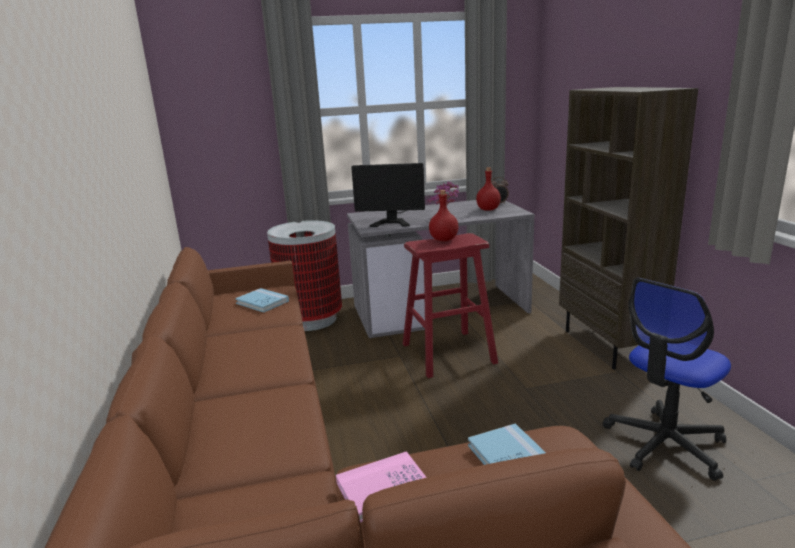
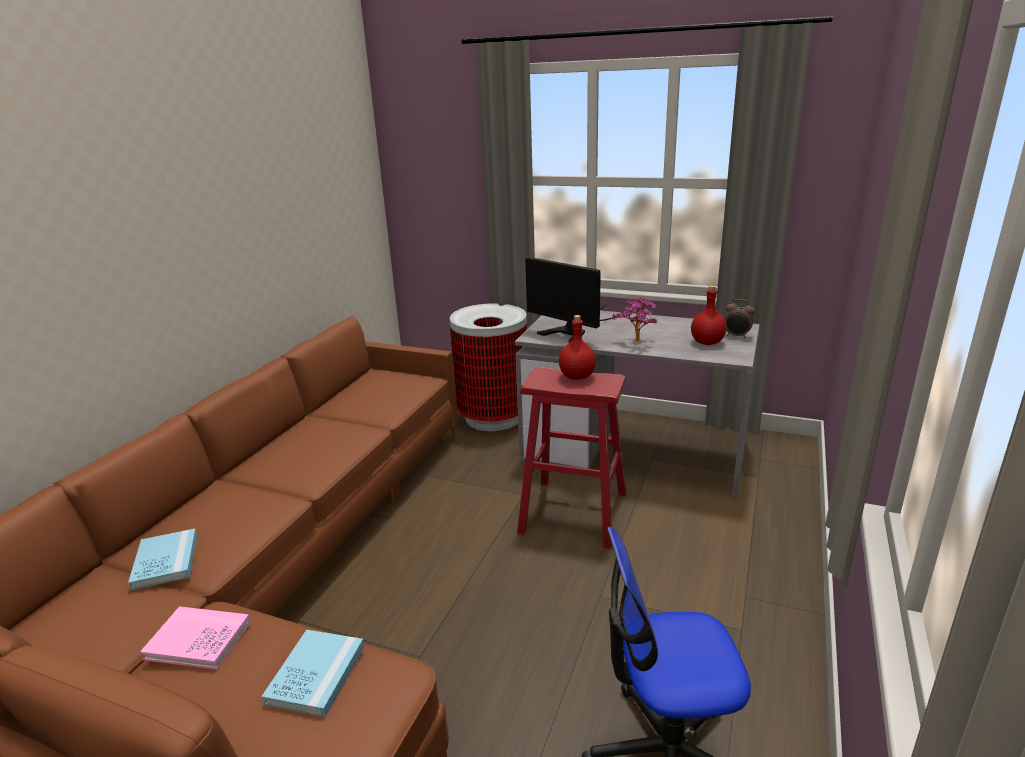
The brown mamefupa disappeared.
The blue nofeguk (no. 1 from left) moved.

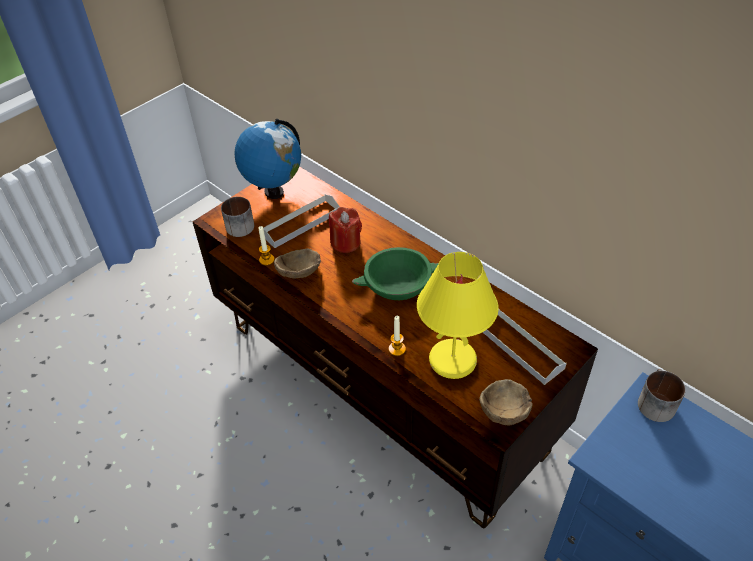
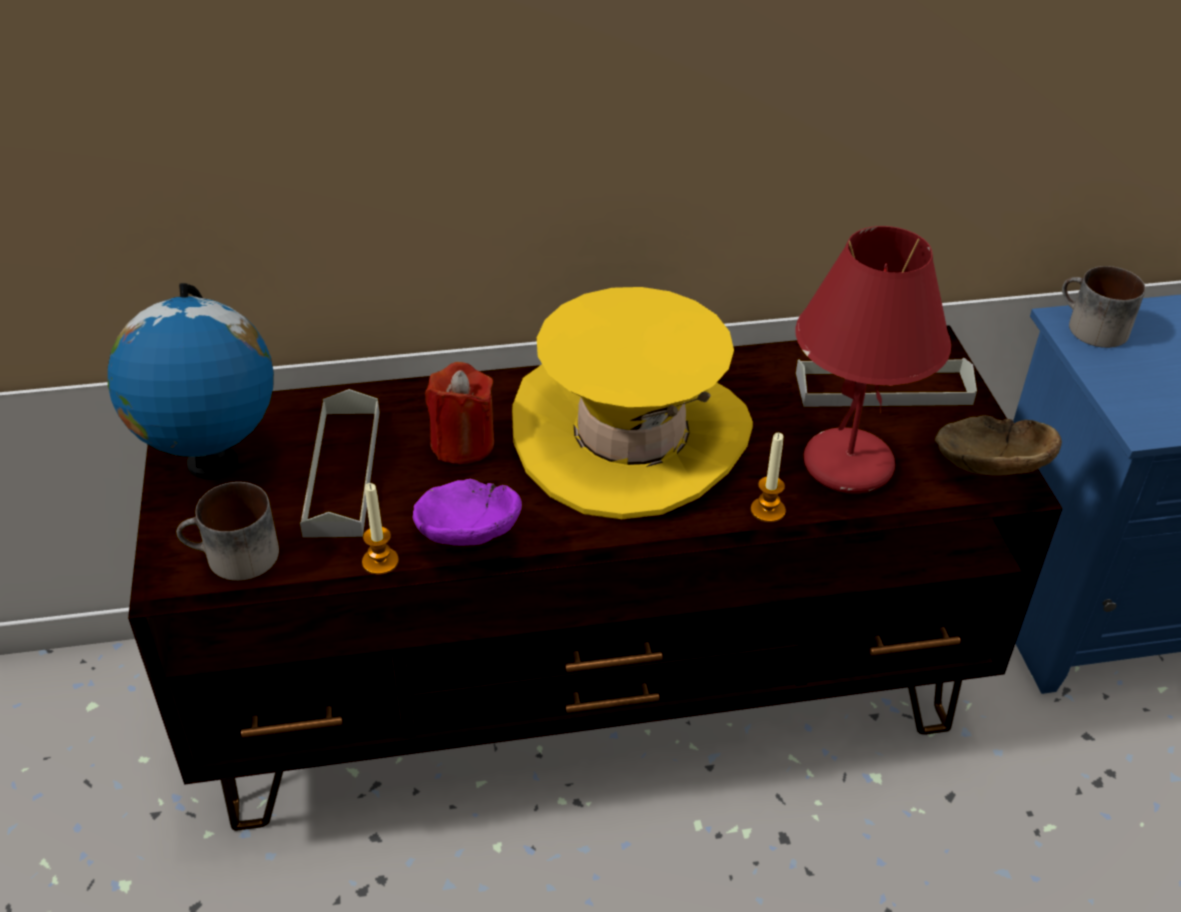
The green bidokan was replaced by the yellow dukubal.
The brown bidokan (no. 1 from left) became the purple bidokan.
The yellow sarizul became the red sarizul.

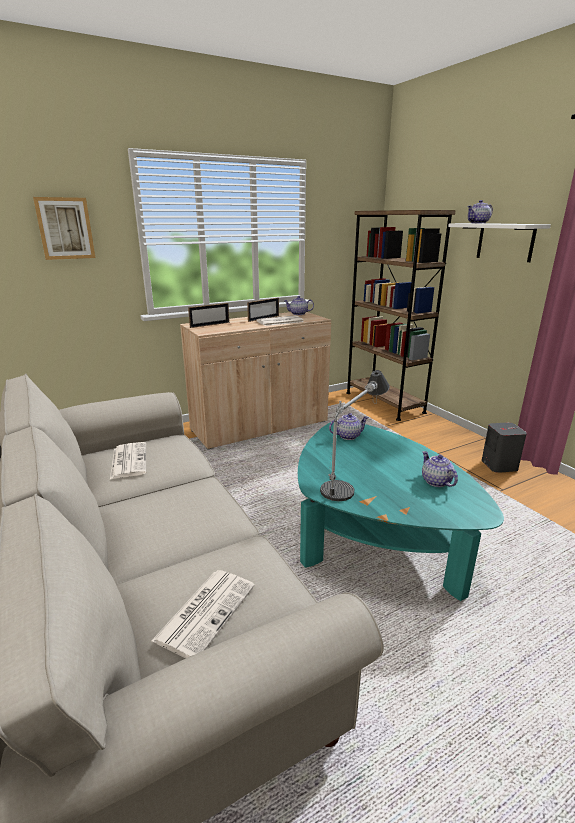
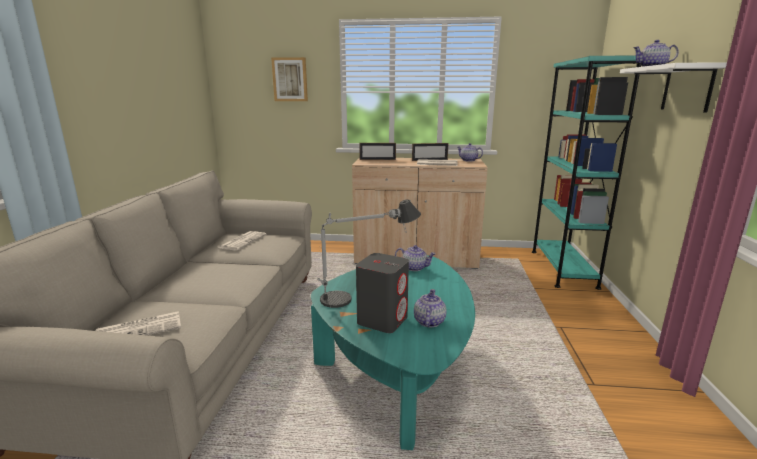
The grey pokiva moved.
The brown mamefupa became the turquoise mamefupa.

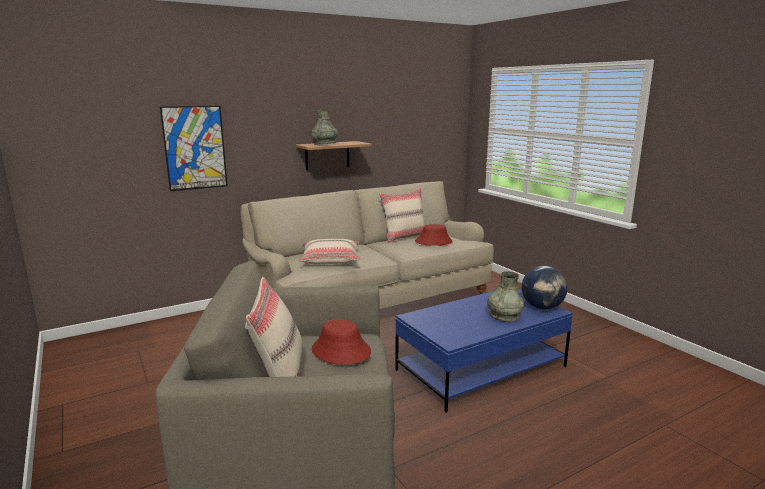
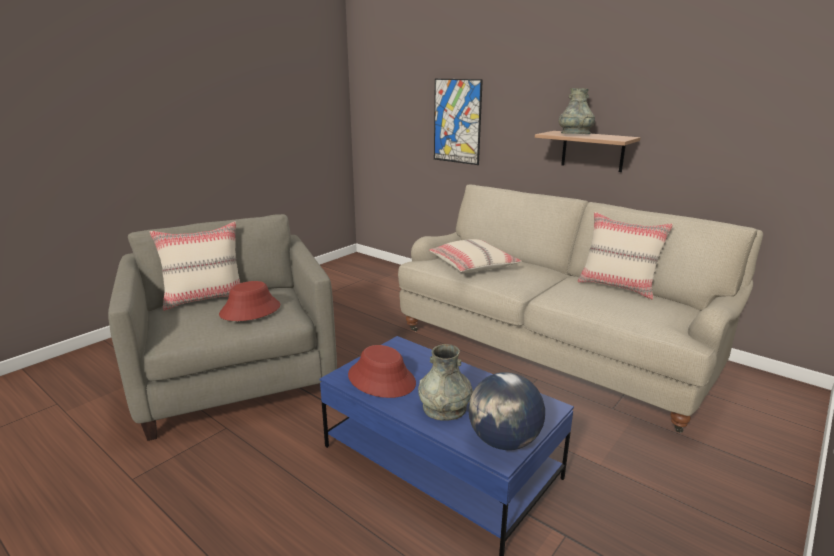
The red dukubal (no. 2 from left) moved.

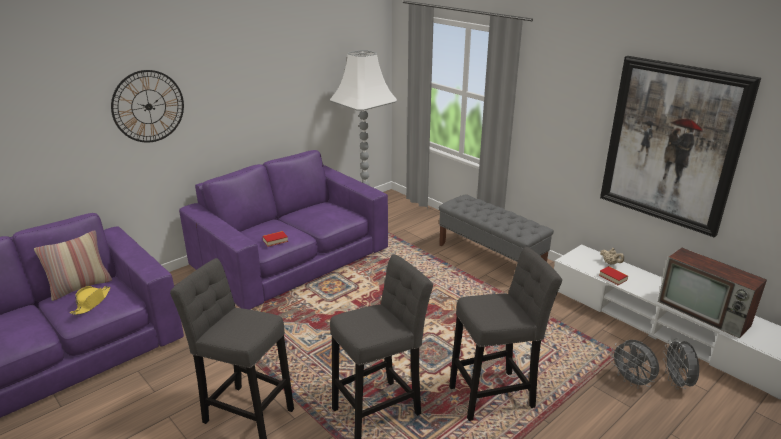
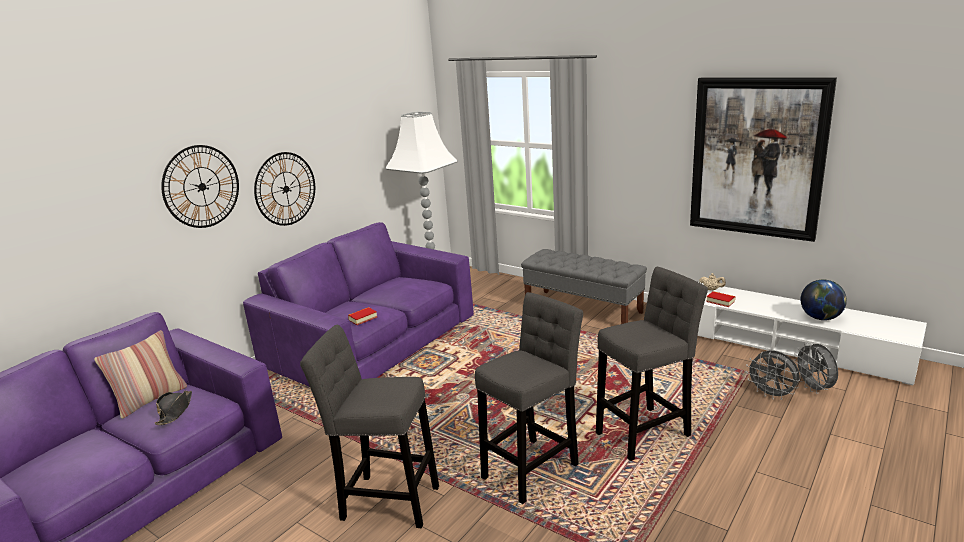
The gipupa (no. 2 from left) appeared.
The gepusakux was replaced by the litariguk.
The yellow dukubal became the black dukubal.

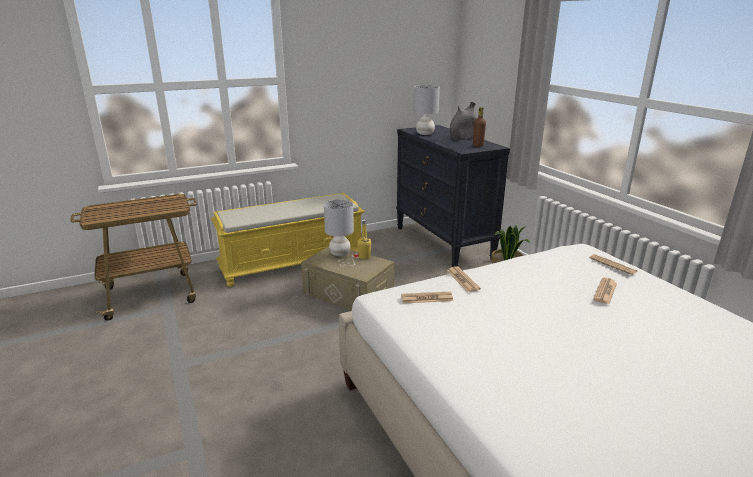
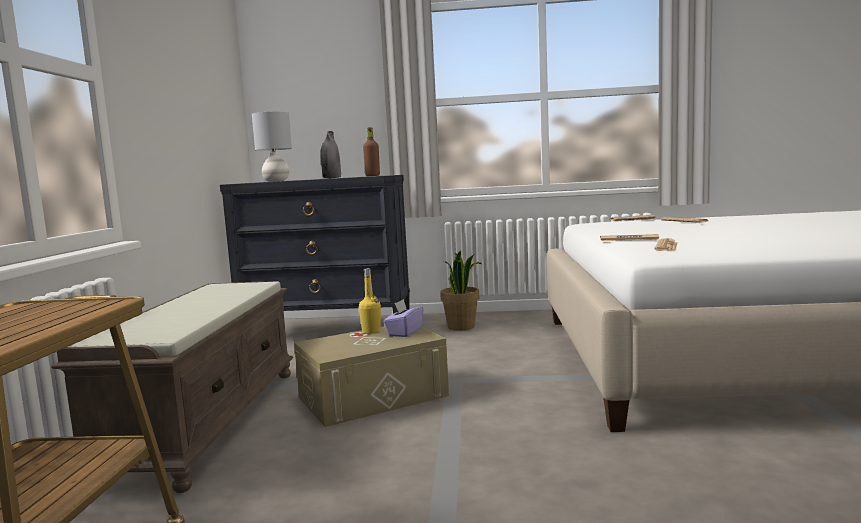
The grey sarizul (no. 1 from left) disappeared.
The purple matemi appeared.
The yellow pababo became the brown pababo.

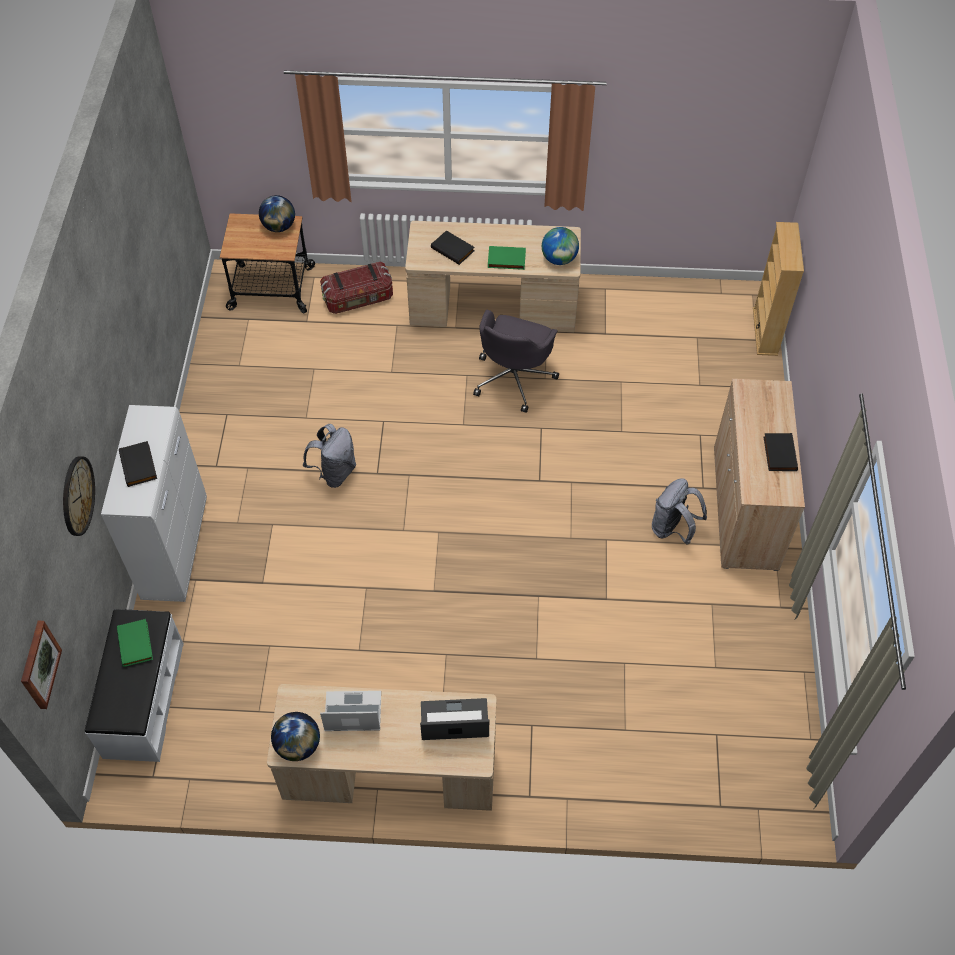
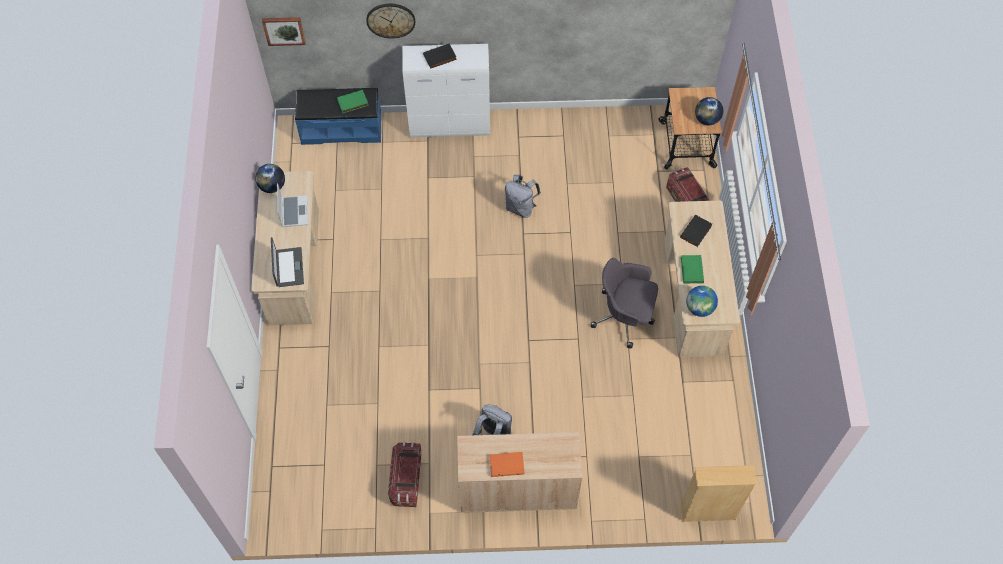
The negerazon (no. 1 from left) appeared.
The white pababo became the blue pababo.
The black nofeguk (no. 3 from left) became the orange nofeguk.

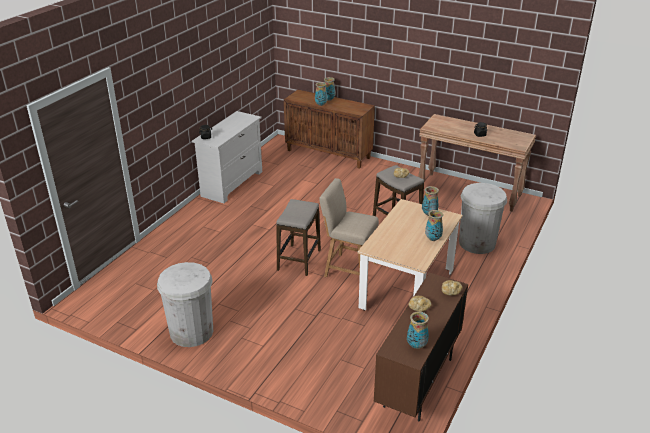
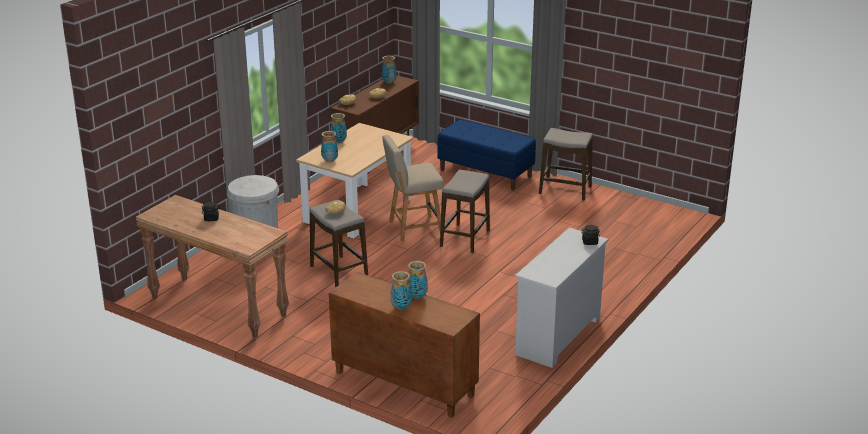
The blue pababo appeared.
The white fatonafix (no. 1 from left) was replaced by the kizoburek (no. 3 from left).
The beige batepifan turned 135 degrees clockwise.

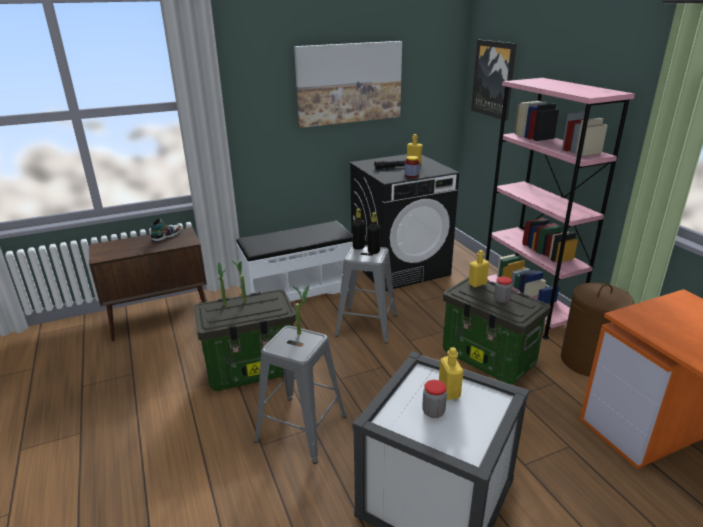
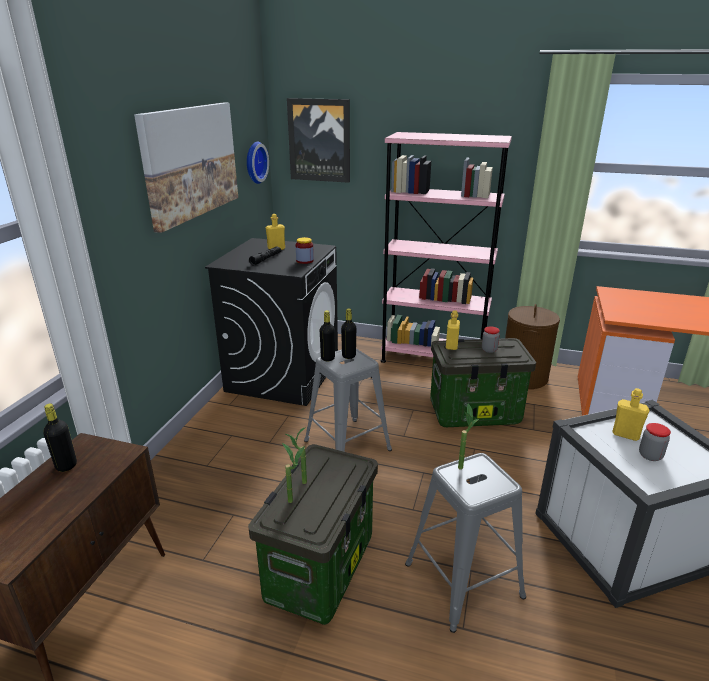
The white pababo disappeared.
The gipupa appeared.
The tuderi was replaced by the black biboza (no. 1 from left).

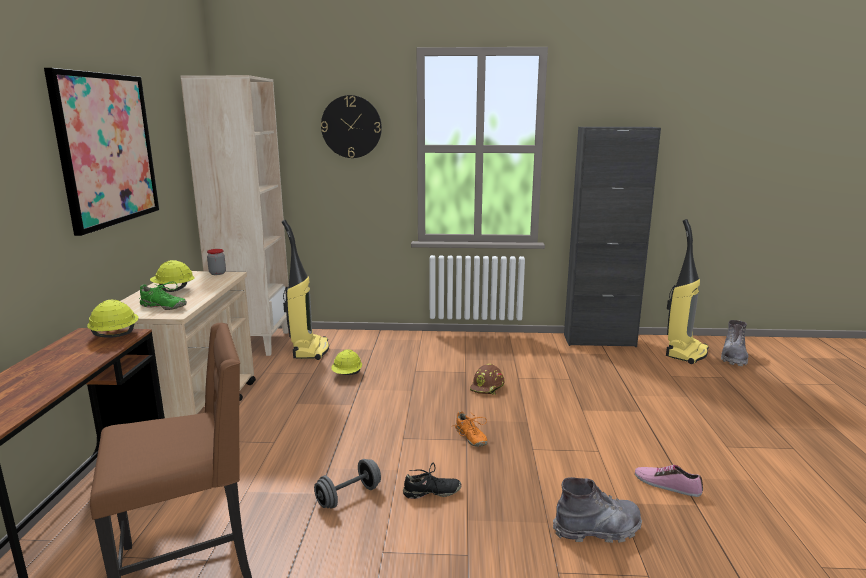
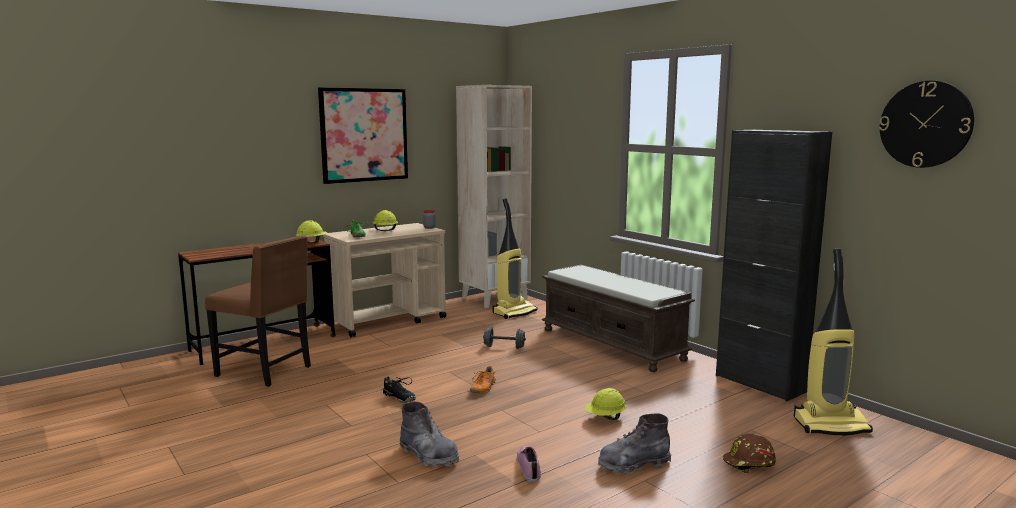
The brown pababo appeared.
The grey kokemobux moved.
The gipupa moved.
The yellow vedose (no. 3 from left) moved.
The brown vedose moved.
The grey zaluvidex (no. 2 from left) moved.

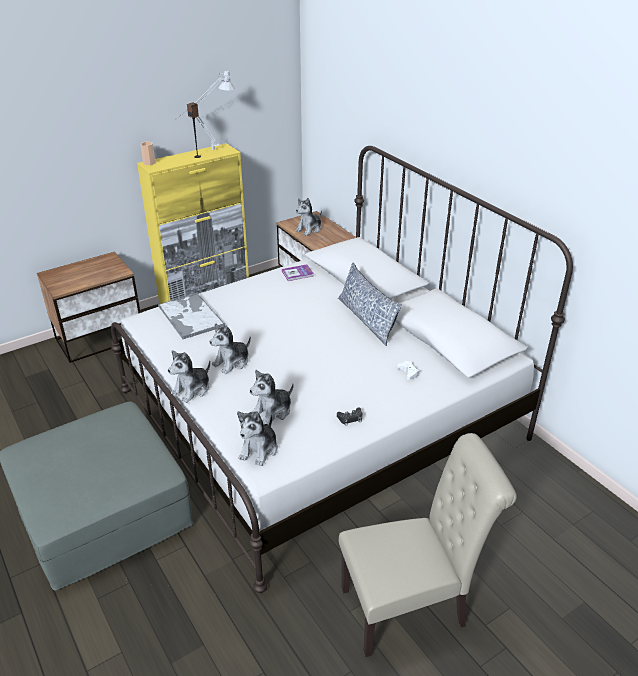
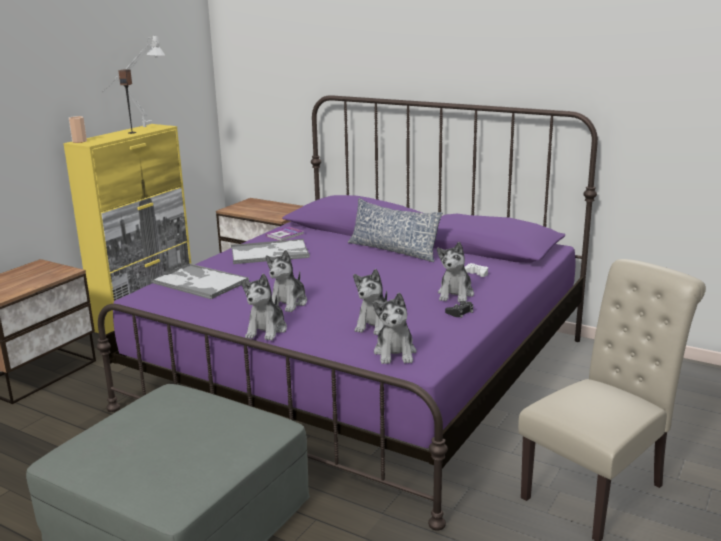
The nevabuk (no. 2 from left) appeared.
The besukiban (no. 5 from left) moved.
The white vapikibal became the purple vapikibal.

